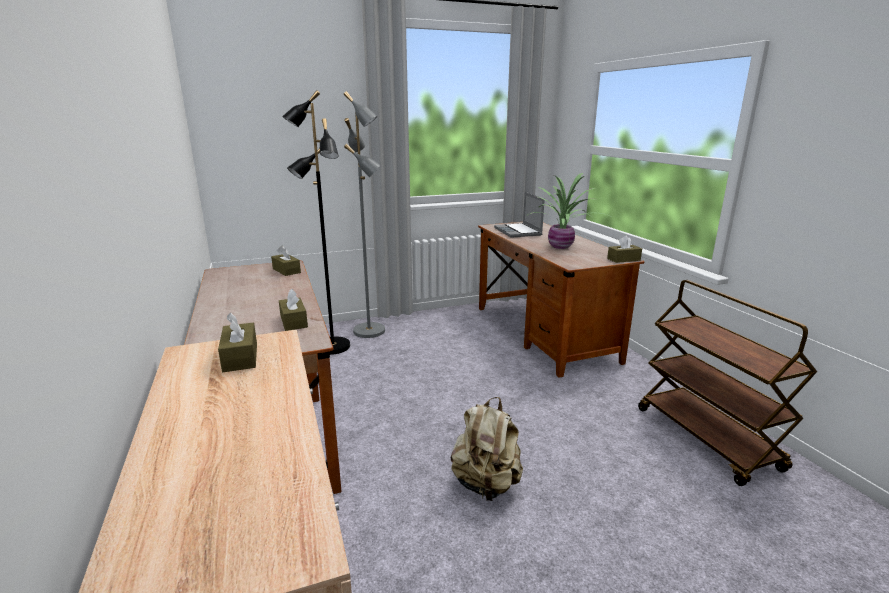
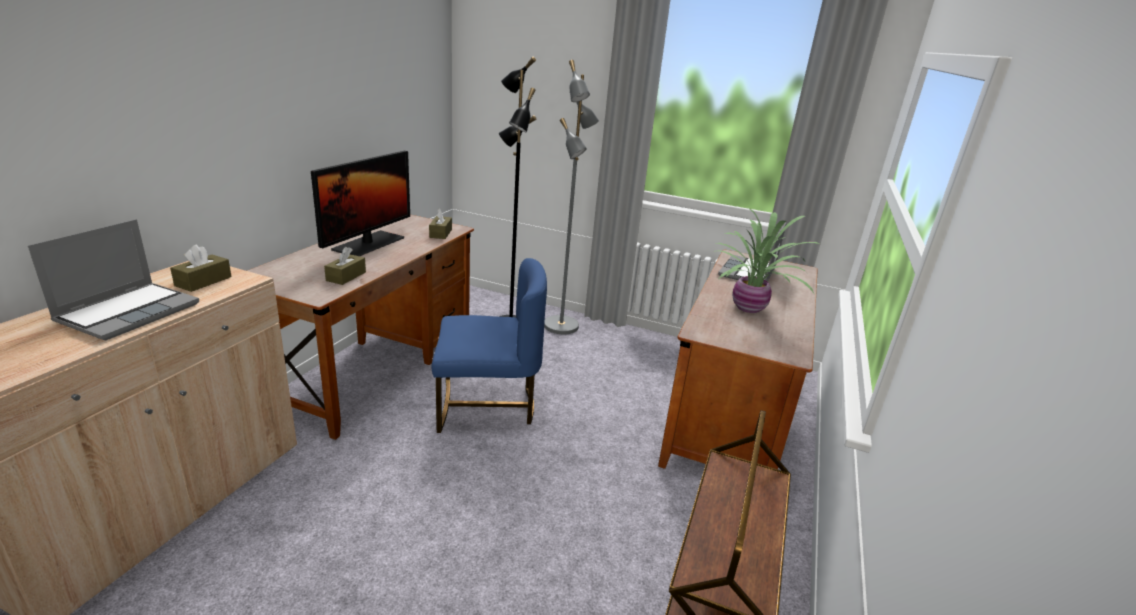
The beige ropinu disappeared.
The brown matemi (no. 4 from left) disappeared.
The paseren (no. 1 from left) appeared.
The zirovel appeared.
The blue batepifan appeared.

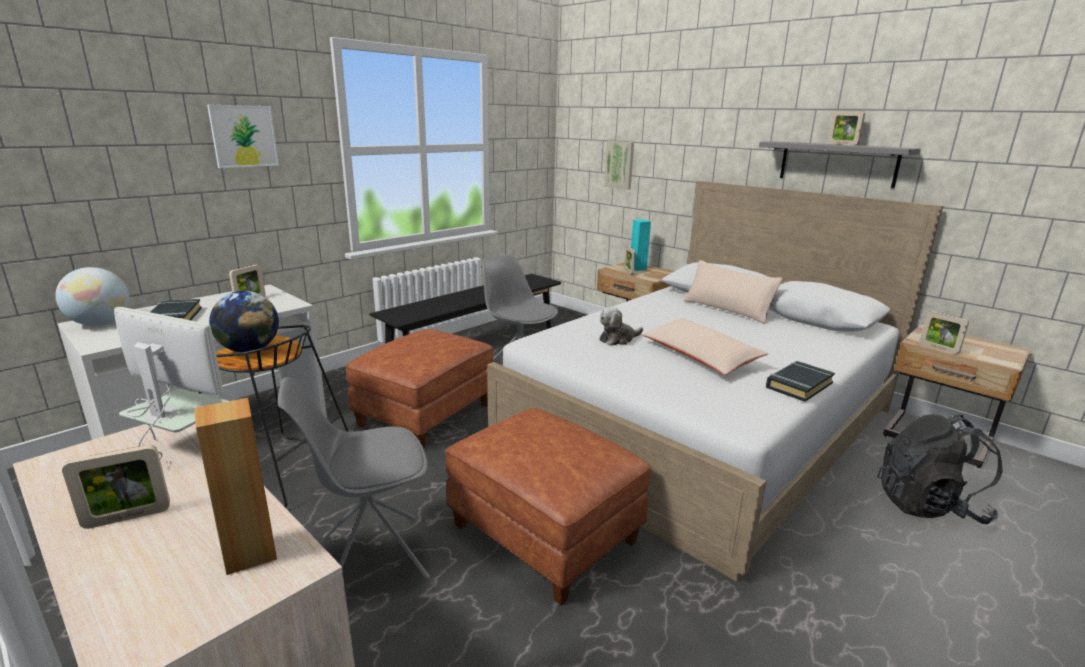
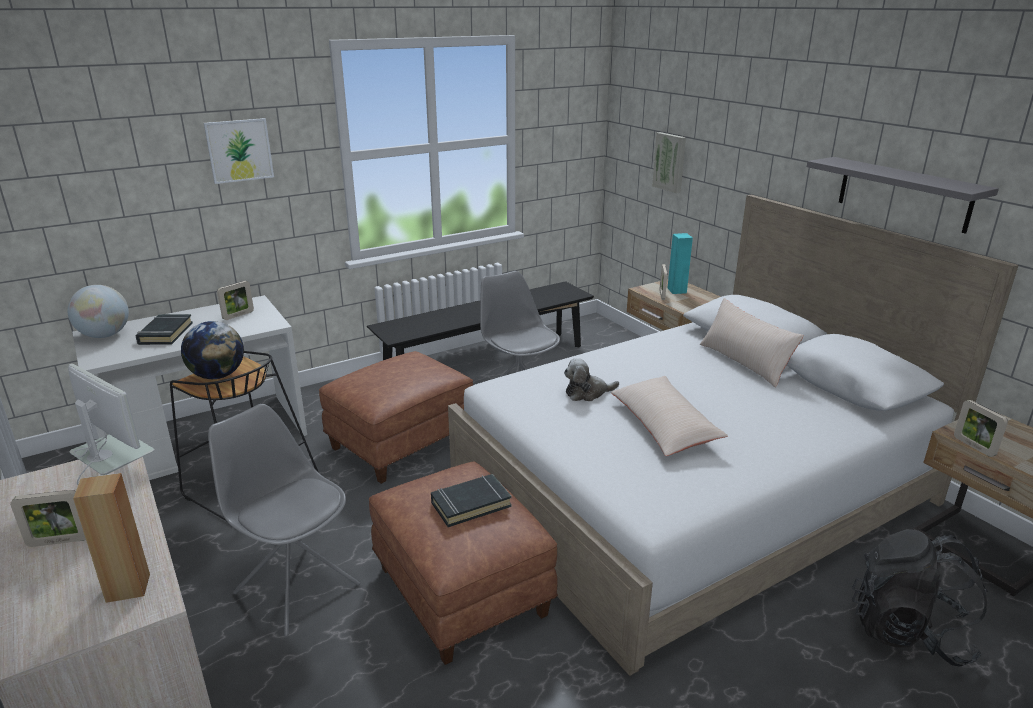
The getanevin (no. 4 from left) disappeared.
The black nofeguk (no. 2 from left) moved.
The grey batepifan (no. 1 from left) turned 45 degrees clockwise.

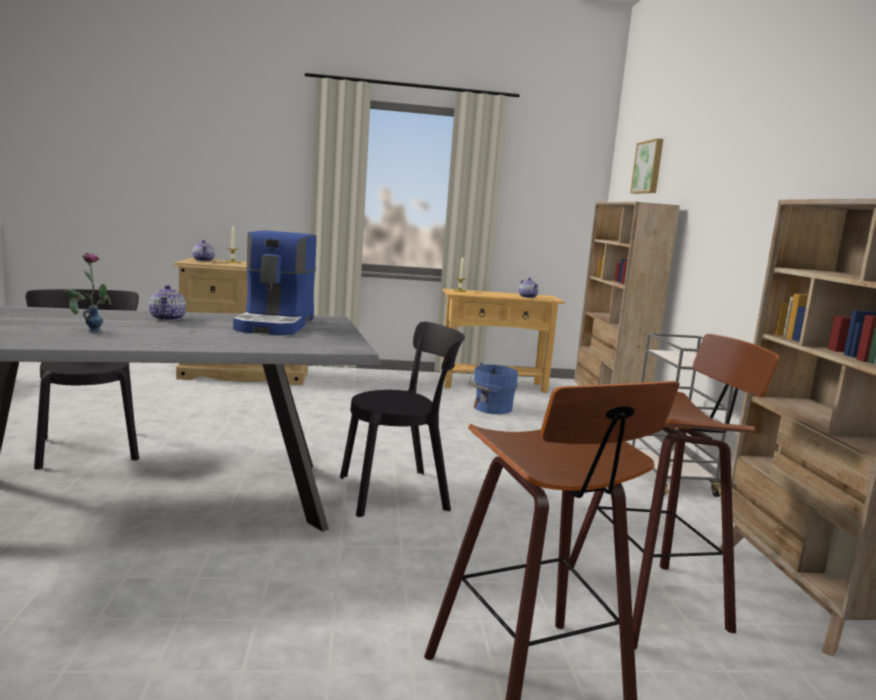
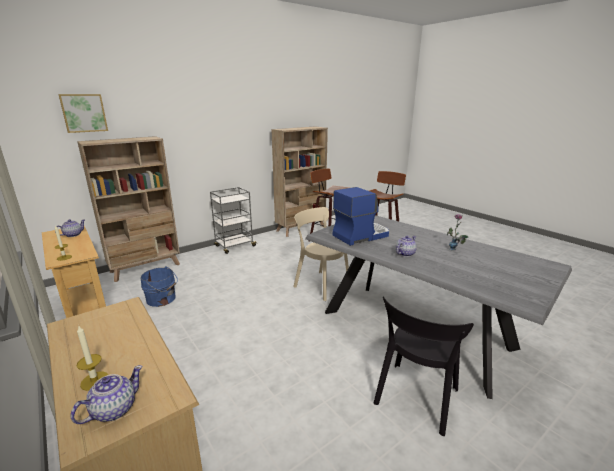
The black batepifan (no. 2 from left) became the beige batepifan.

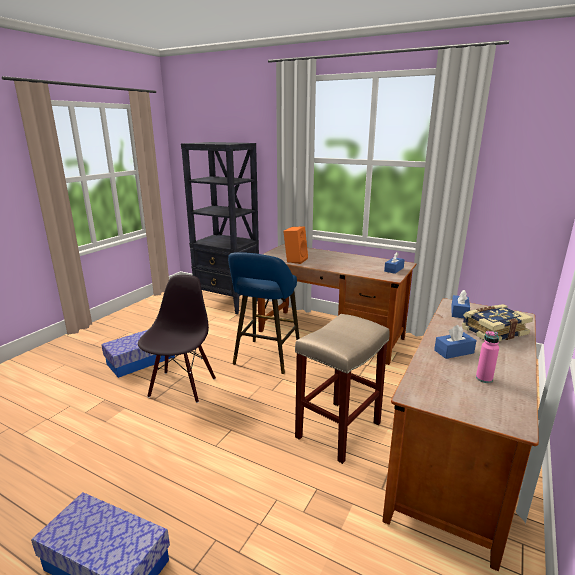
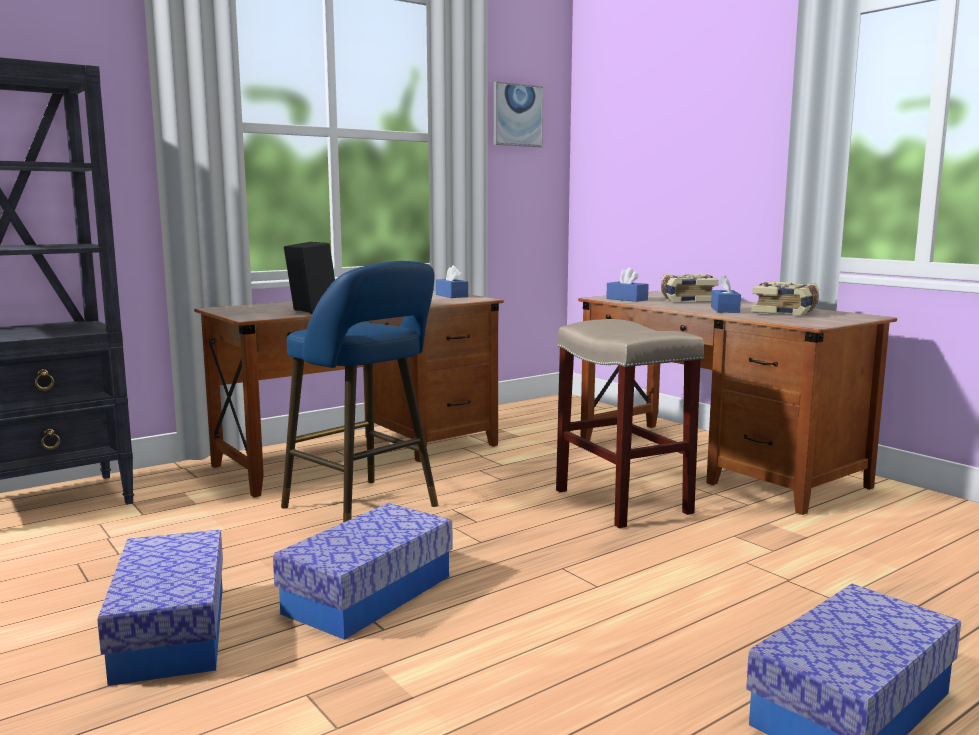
The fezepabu appeared.
The black batepifan was replaced by the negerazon (no. 2 from left).
The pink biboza was replaced by the nofeguk (no. 2 from left).
The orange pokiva became the black pokiva.

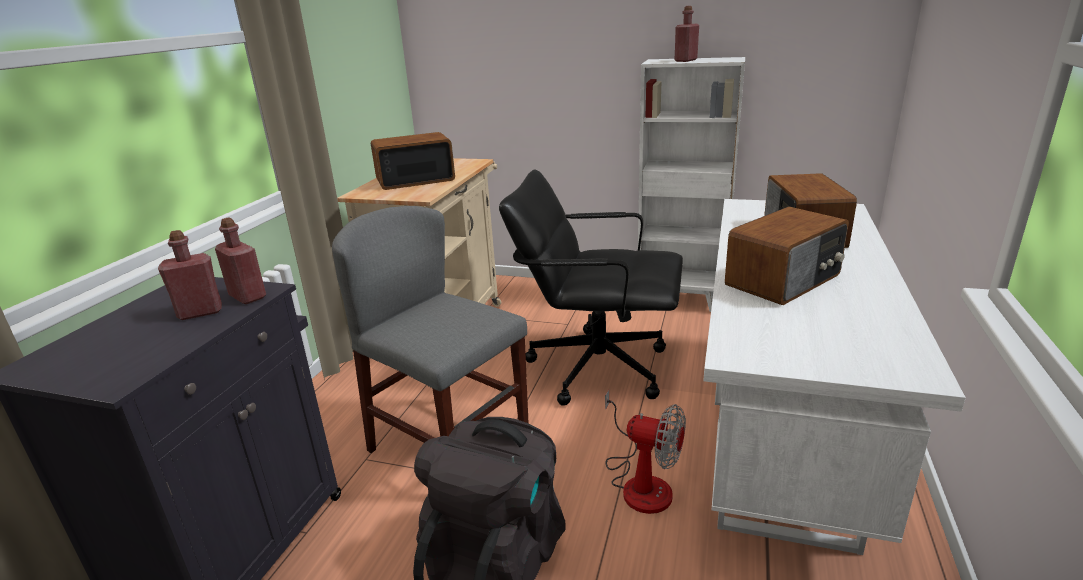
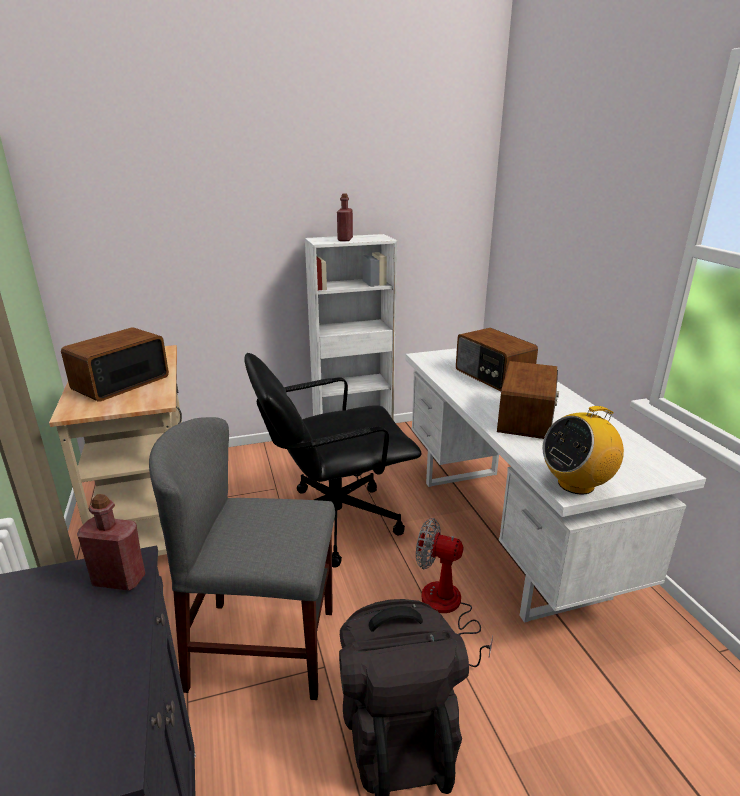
The red biboza (no. 1 from left) disappeared.
The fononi (no. 4 from left) appeared.
The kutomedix turned 150 degrees counterclockwise.

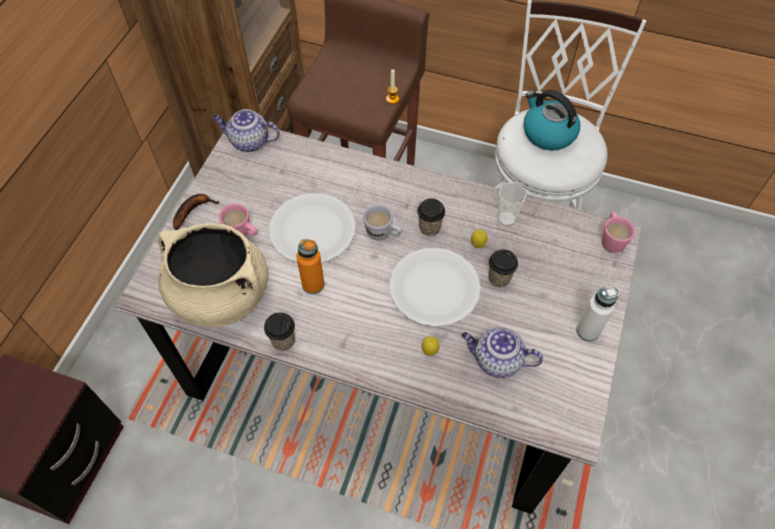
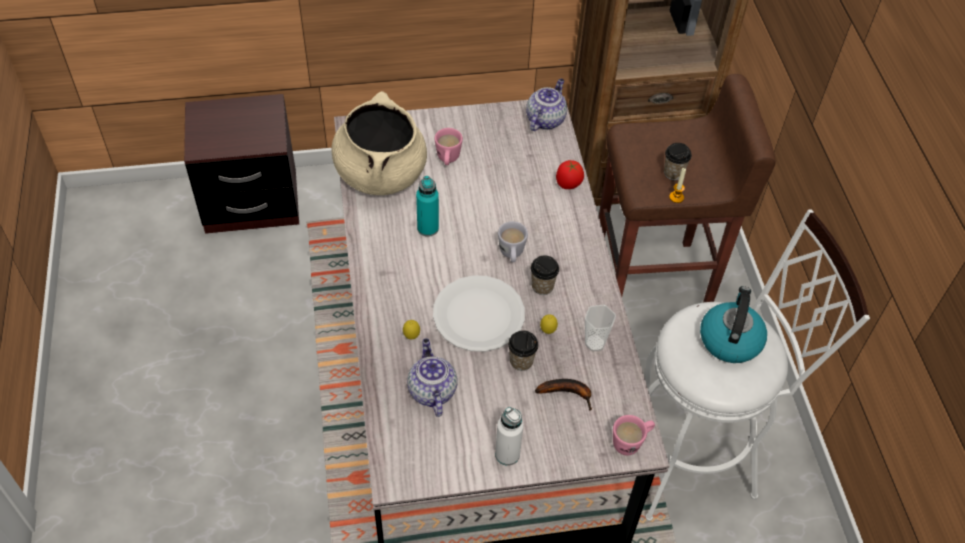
The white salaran (no. 1 from left) disappeared.
The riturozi appeared.
The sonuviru moved.
The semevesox (no. 1 from left in the first image) moved.
The orange biboza became the turquoise biboza.
The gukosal (no. 1 from left in the first image) turned 45 degrees clockwise.

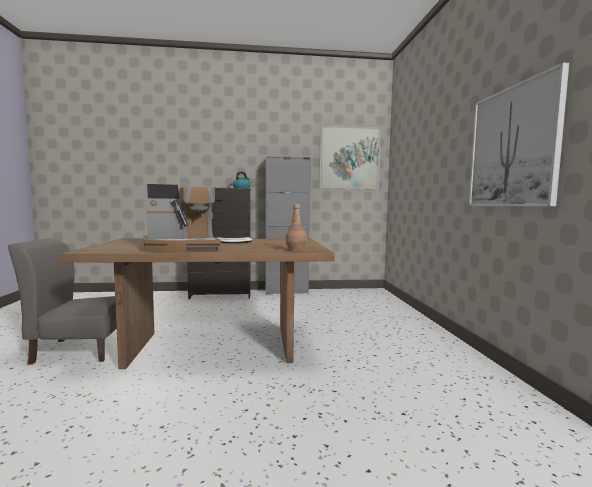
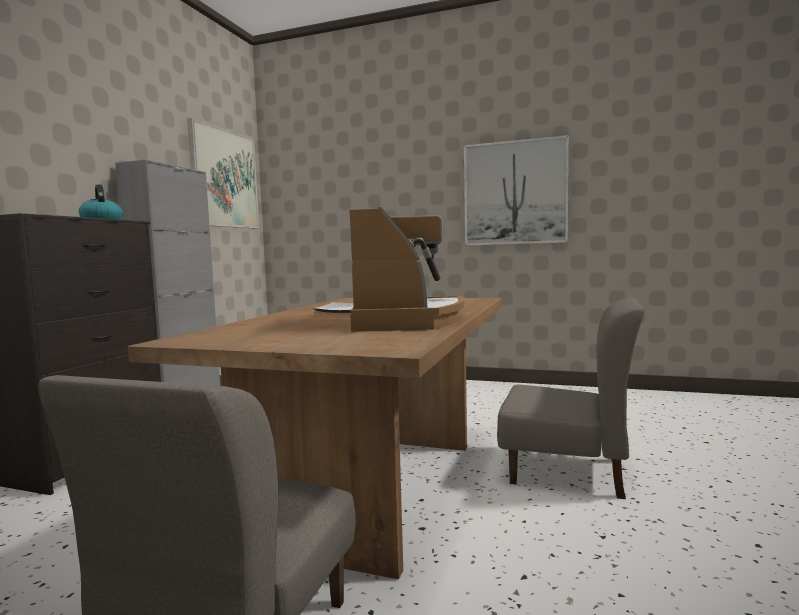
The brown biboza disappeared.
The grey batepifan (no. 2 from left) appeared.

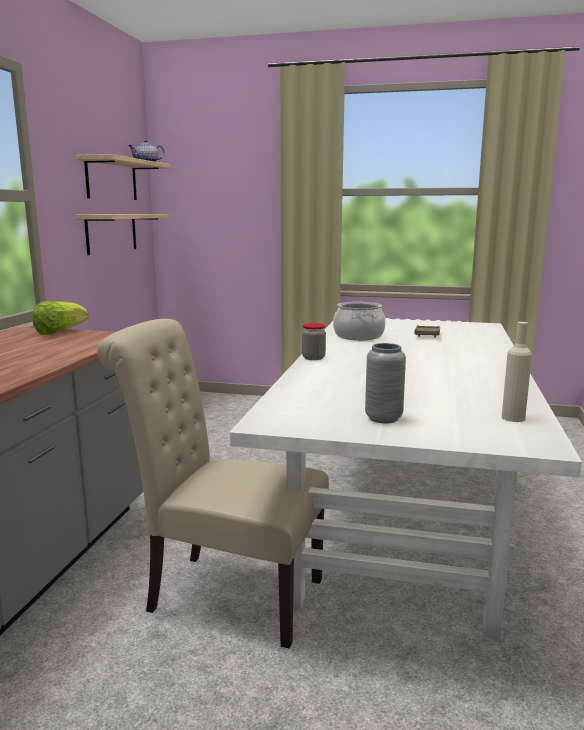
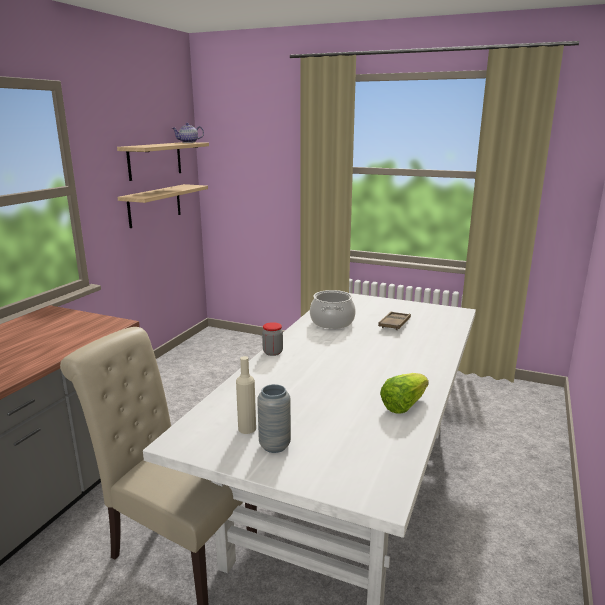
The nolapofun moved.
The beige biboza moved.

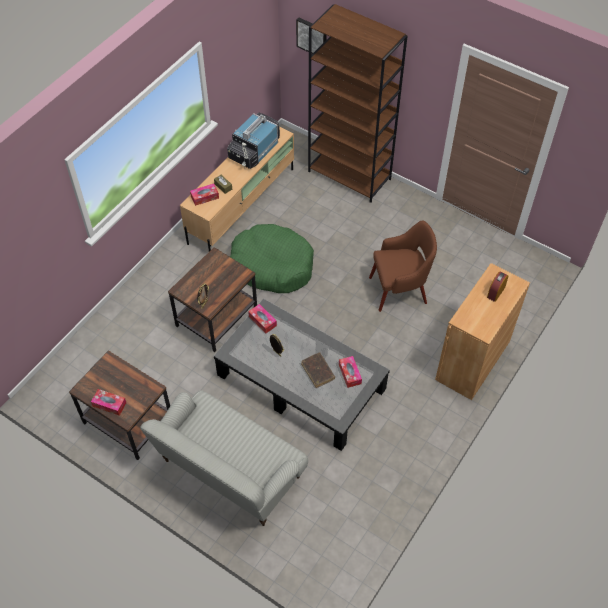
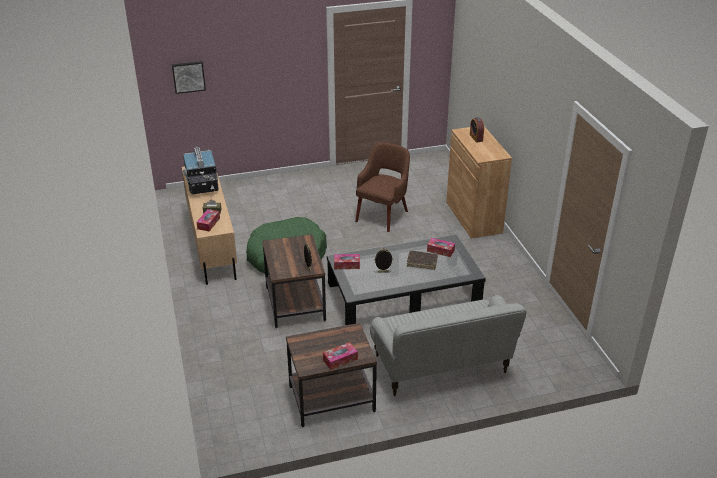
The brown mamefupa disappeared.

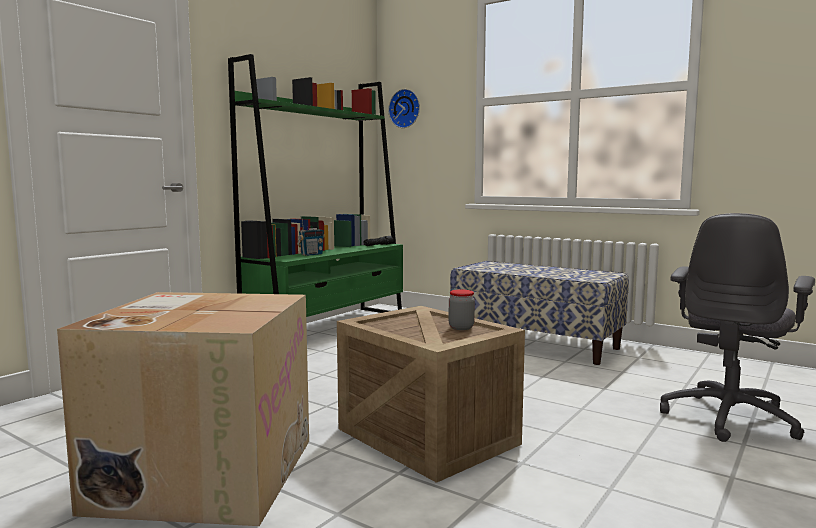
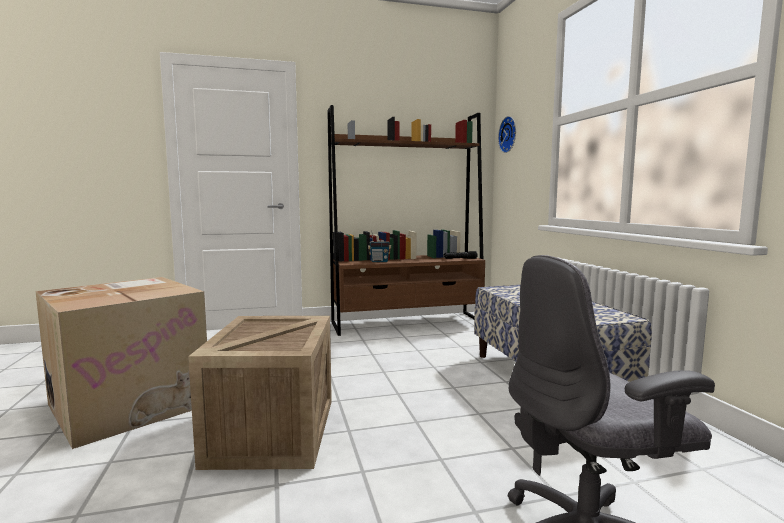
The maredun disappeared.
The green mamefupa became the brown mamefupa.

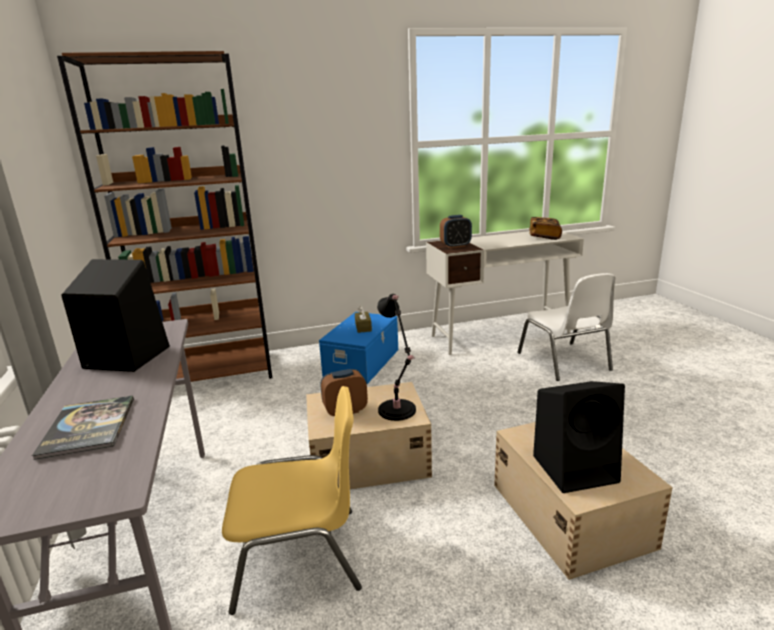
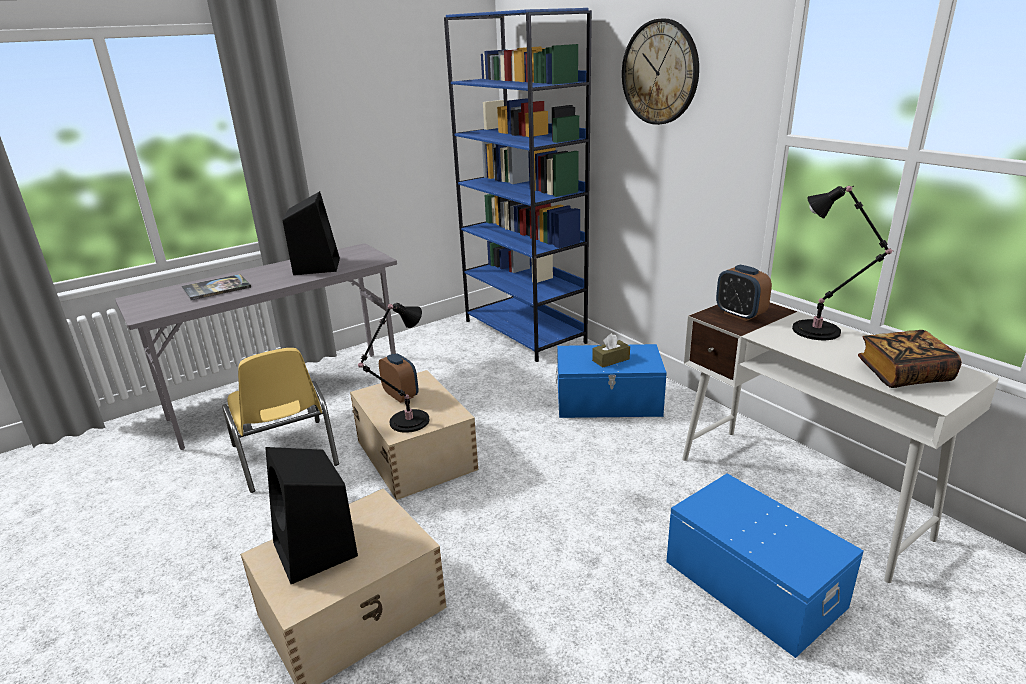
The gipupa appeared.
The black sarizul (no. 2 from left) appeared.
The white batepifan was replaced by the blue negerazon (no. 2 from left).
The brown mamefupa became the blue mamefupa.

